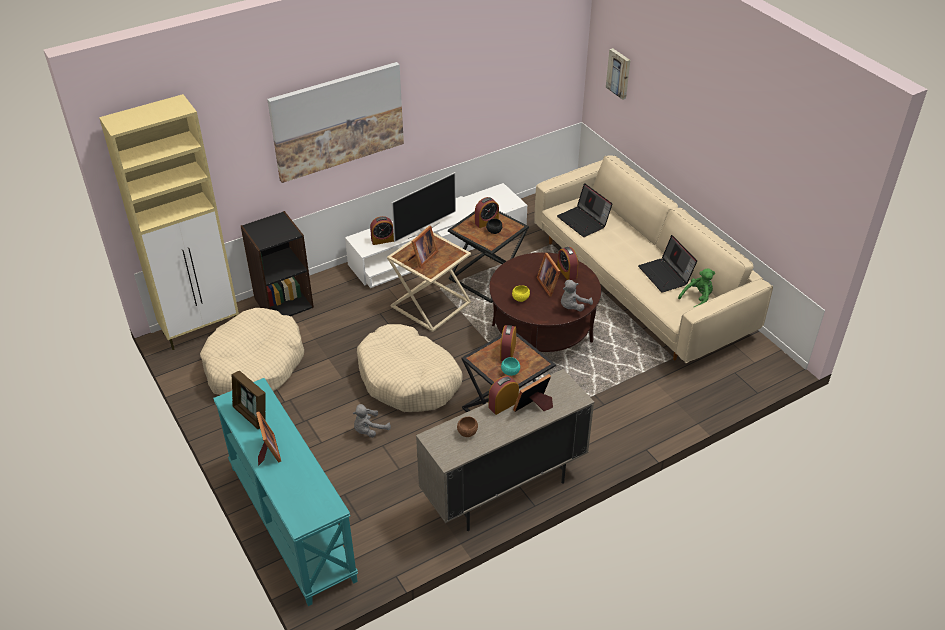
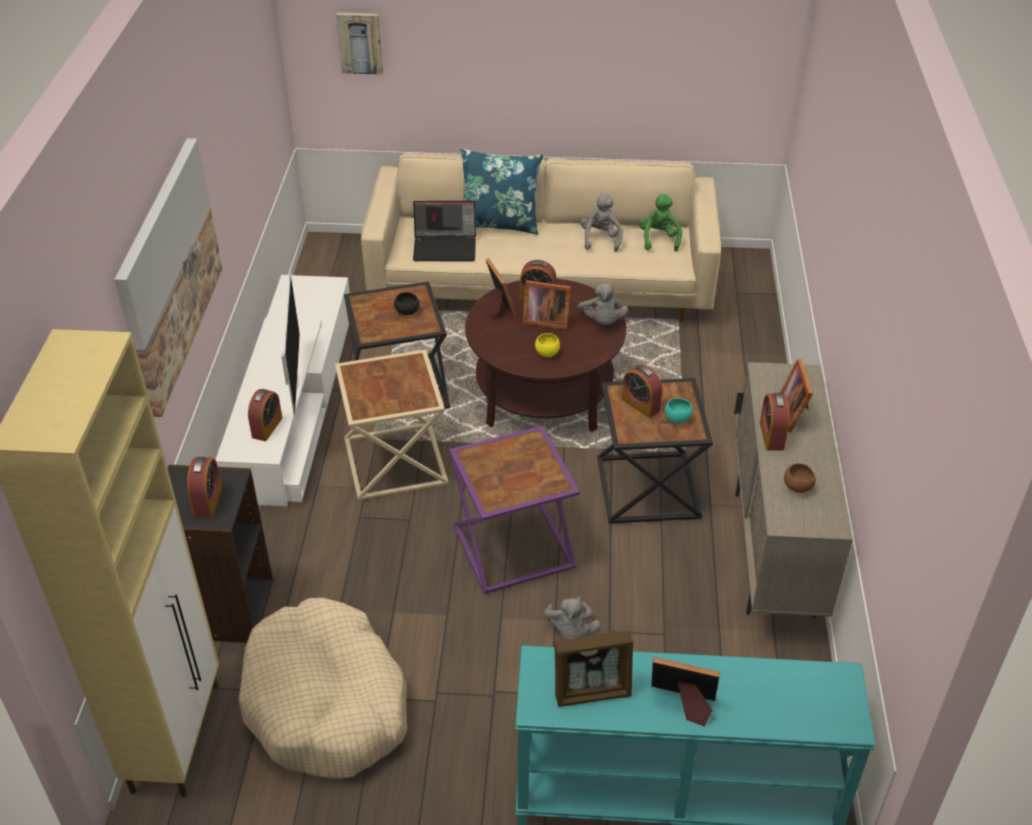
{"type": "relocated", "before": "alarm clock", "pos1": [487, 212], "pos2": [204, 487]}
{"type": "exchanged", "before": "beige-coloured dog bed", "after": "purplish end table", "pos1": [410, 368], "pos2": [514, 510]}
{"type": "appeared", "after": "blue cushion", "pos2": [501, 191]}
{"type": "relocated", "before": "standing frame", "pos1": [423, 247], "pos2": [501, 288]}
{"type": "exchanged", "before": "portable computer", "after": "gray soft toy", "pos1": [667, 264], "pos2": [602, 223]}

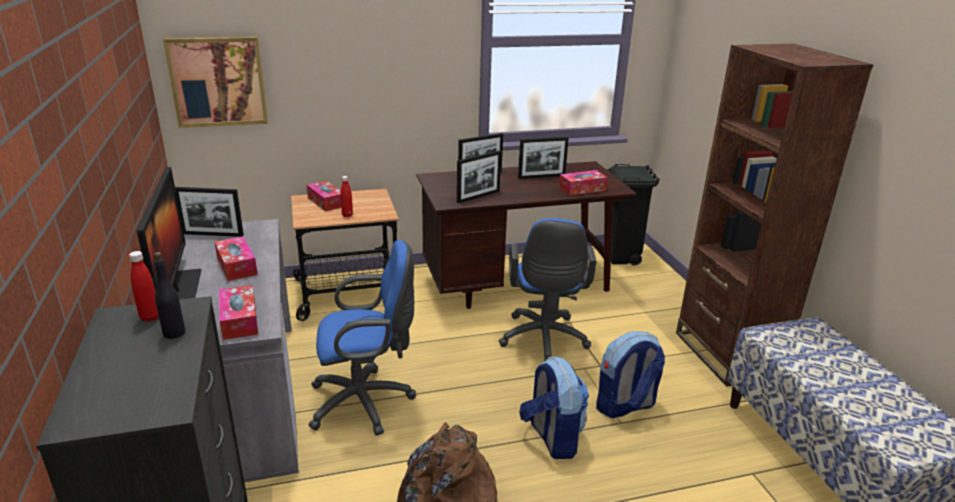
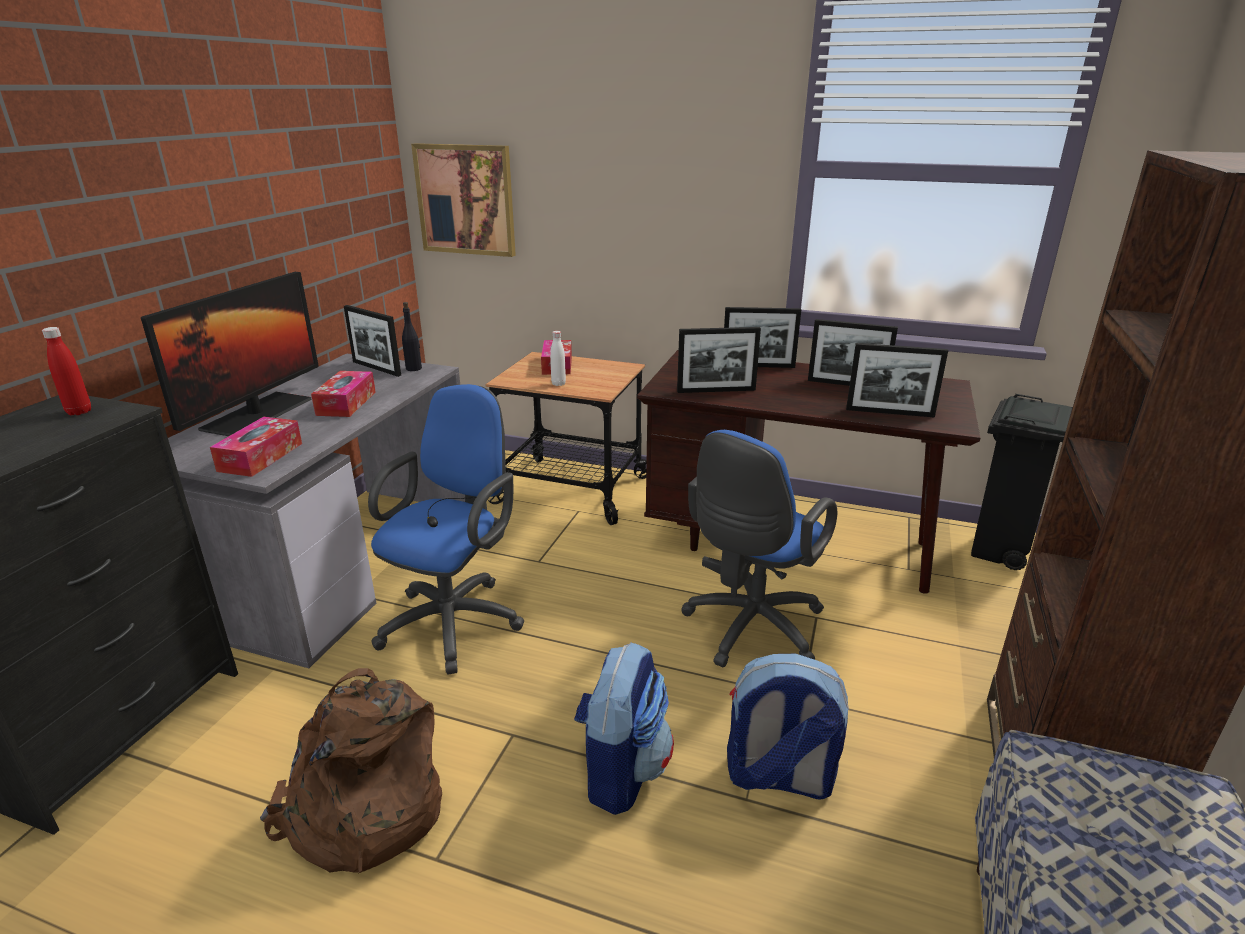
{"type": "spun", "before": "blue office chair", "pos1": [362, 338], "pos2": [446, 529], "turn": -90}
{"type": "relocated", "before": "black-coloured drink bottle", "pos1": [169, 295], "pos2": [412, 336]}
{"type": "colour", "before": "red-coloured drink bottle", "after": "white-coloured drink bottle", "pos1": [347, 196], "pos2": [558, 358]}
{"type": "exchanged", "before": "tissue holder", "after": "standing frame", "pos1": [583, 183], "pos2": [897, 380]}

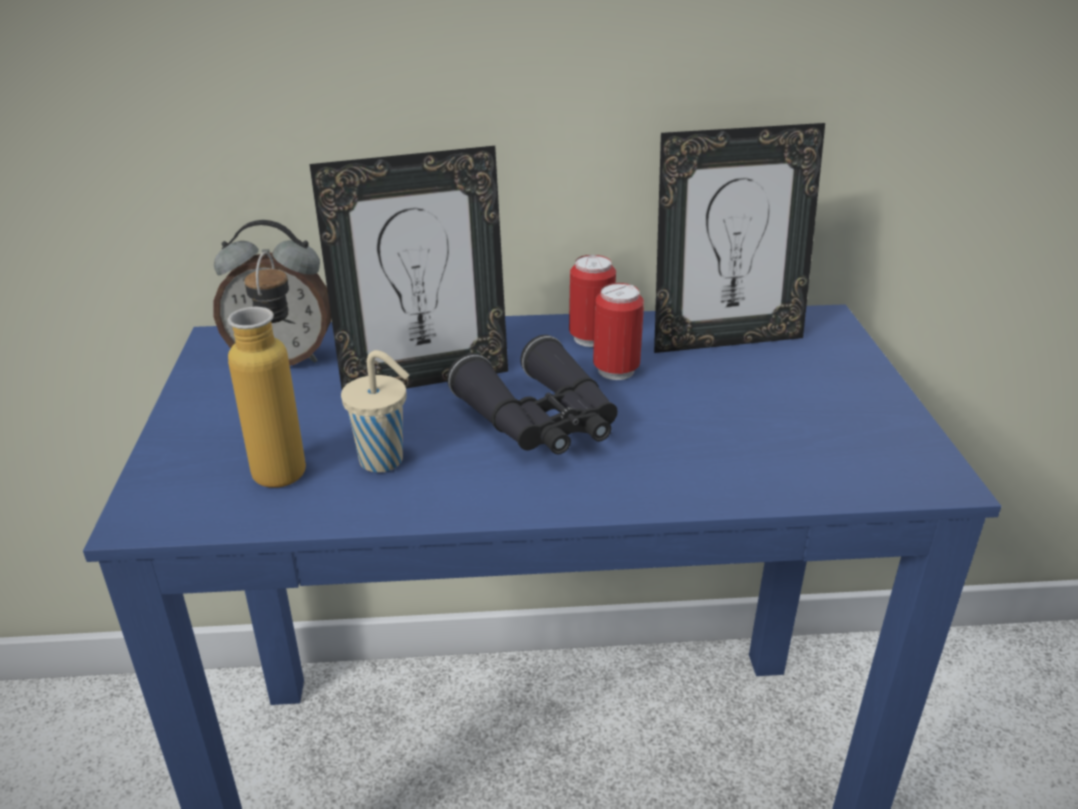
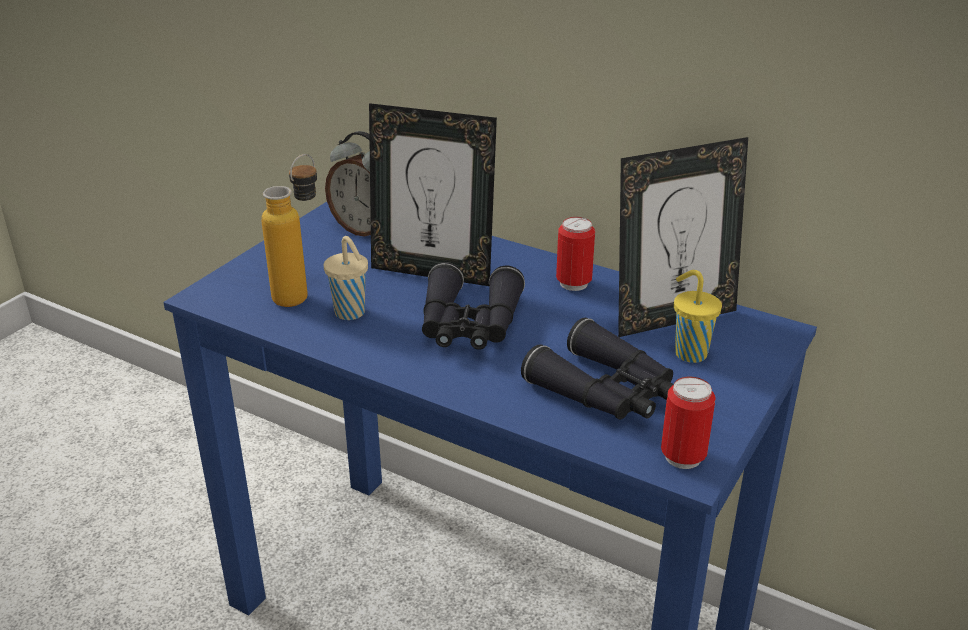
{"type": "appeared", "after": "black-coloured binoculars", "pos2": [597, 369]}
{"type": "spun", "before": "standing frame", "pos1": [739, 238], "pos2": [683, 237], "turn": -45}
{"type": "relocated", "before": "metal can", "pos1": [618, 331], "pos2": [688, 423]}
{"type": "appeared", "after": "yellowish cup", "pos2": [698, 316]}

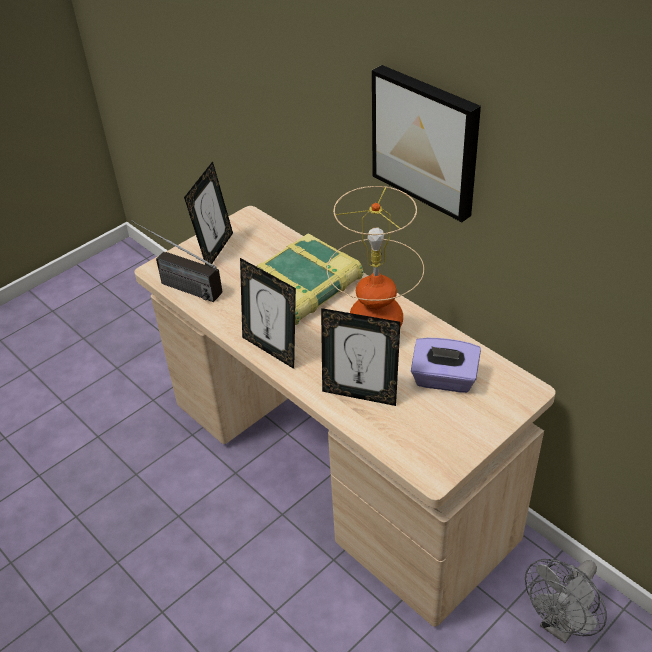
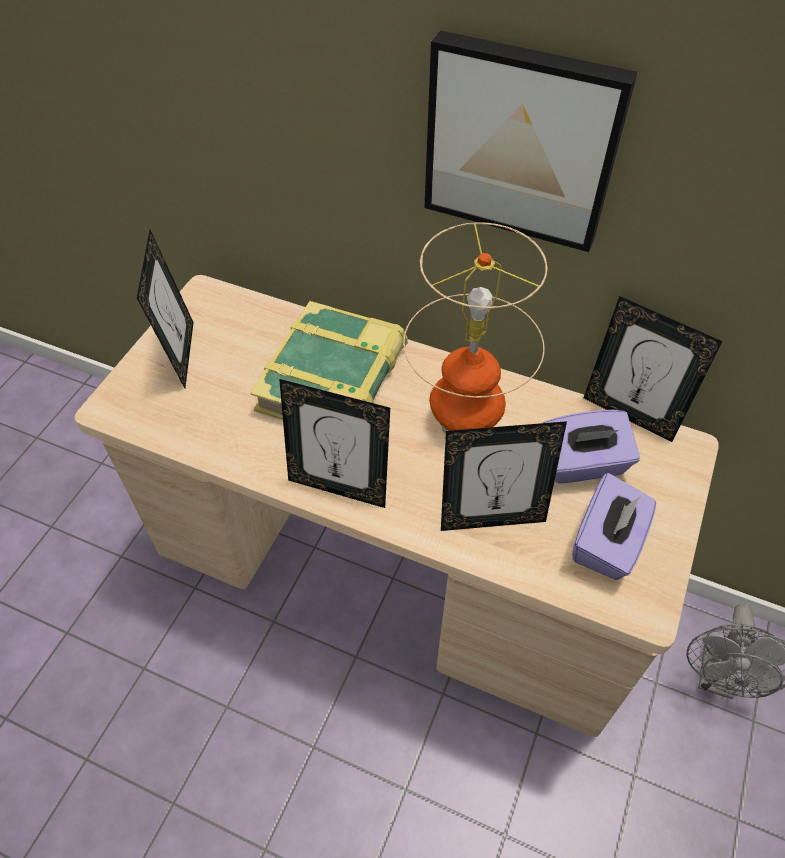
{"type": "appeared", "after": "purplish tissue holder", "pos2": [614, 526]}
{"type": "appeared", "after": "standing frame", "pos2": [653, 369]}
{"type": "missing", "before": "radio set", "pos1": [176, 261]}

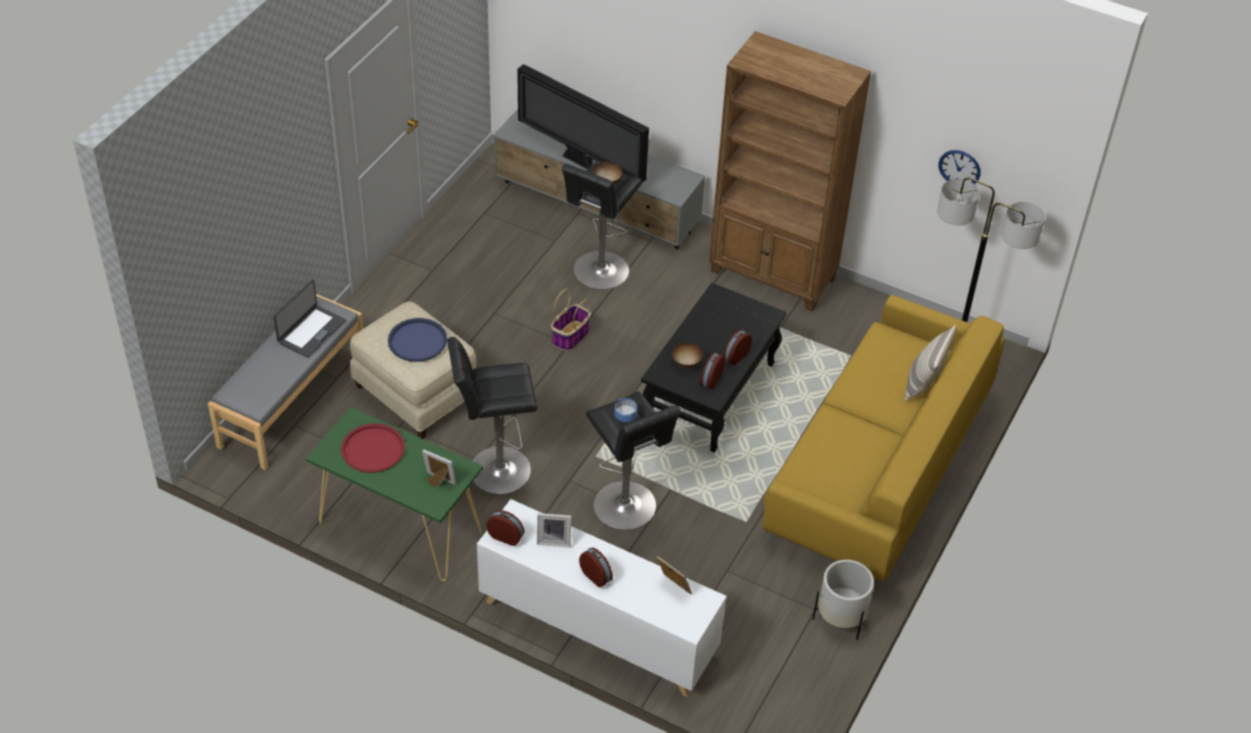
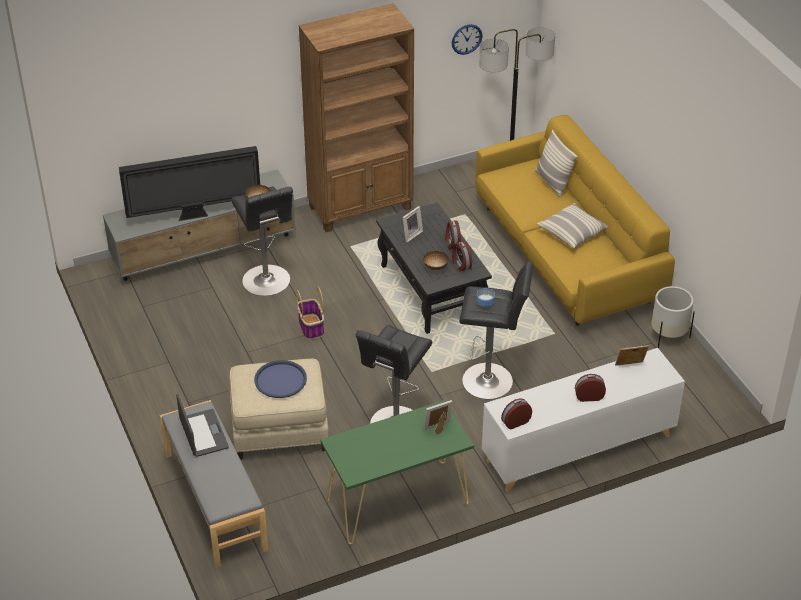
{"type": "relocated", "before": "standing frame", "pos1": [554, 530], "pos2": [413, 224]}
{"type": "appeared", "after": "cushion", "pos2": [572, 226]}
{"type": "missing", "before": "red-coloured tray", "pos1": [373, 448]}

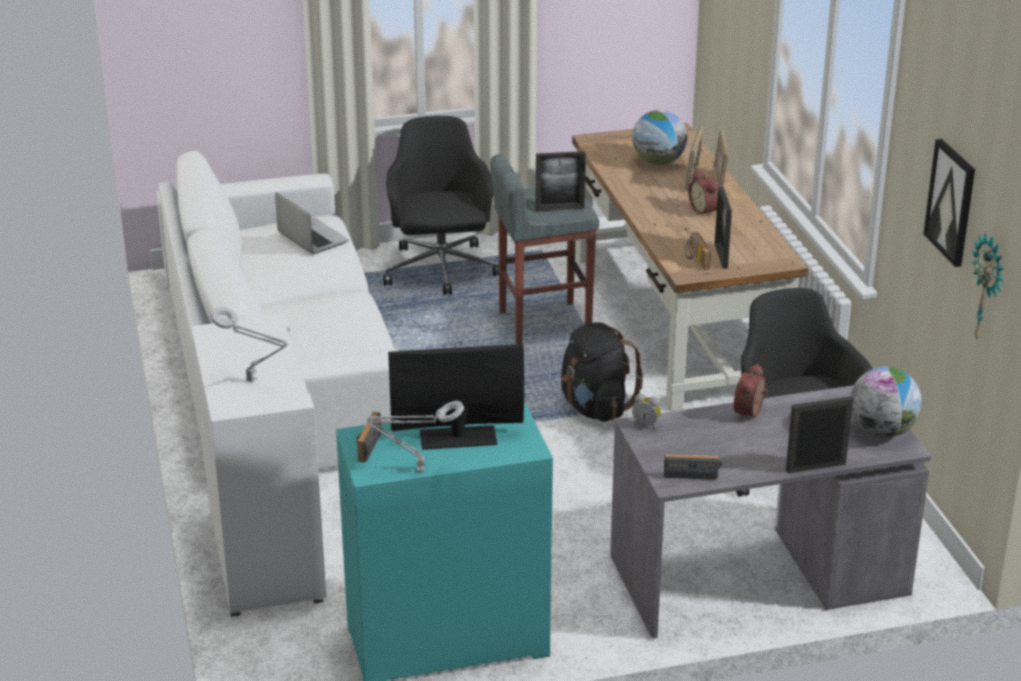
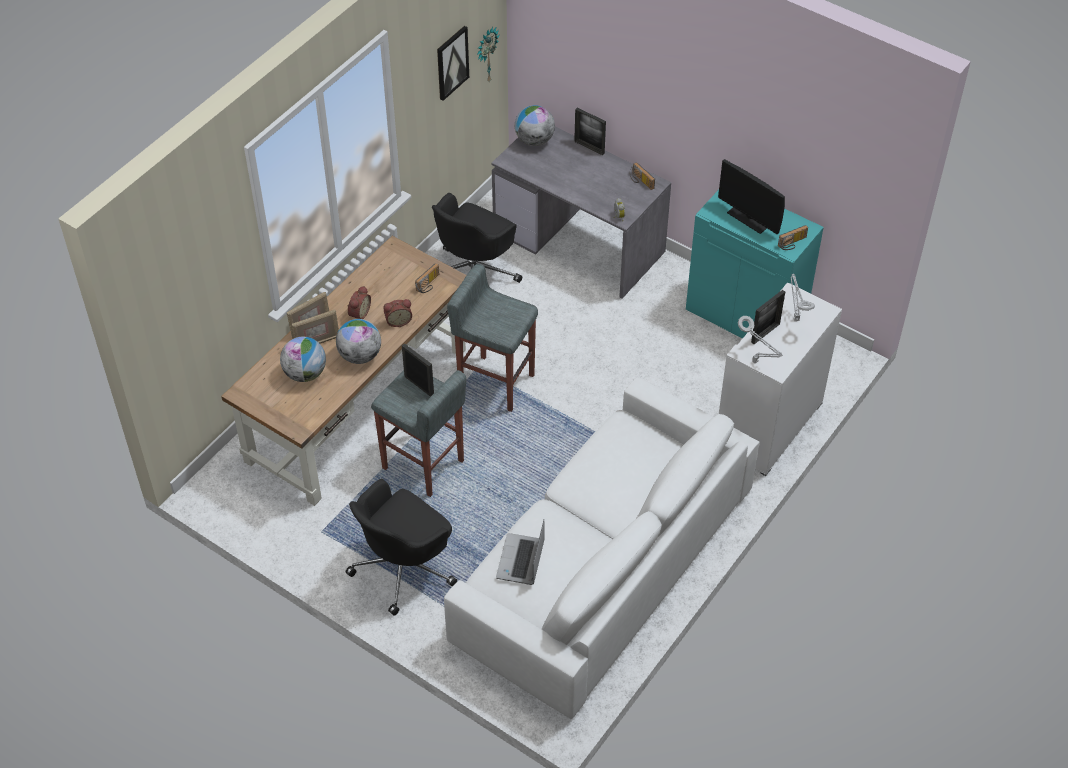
{"type": "appeared", "after": "world globe", "pos2": [358, 341]}
{"type": "relocated", "before": "alarm clock", "pos1": [751, 392], "pos2": [397, 313]}
{"type": "exchanged", "before": "black-coloured knapsack", "after": "gray stool seat", "pos1": [602, 372], "pos2": [492, 338]}
{"type": "relocated", "before": "gray tabletop lamp", "pos1": [415, 436], "pos2": [760, 339]}
{"type": "relocated", "before": "standing frame", "pos1": [723, 228], "pos2": [768, 317]}

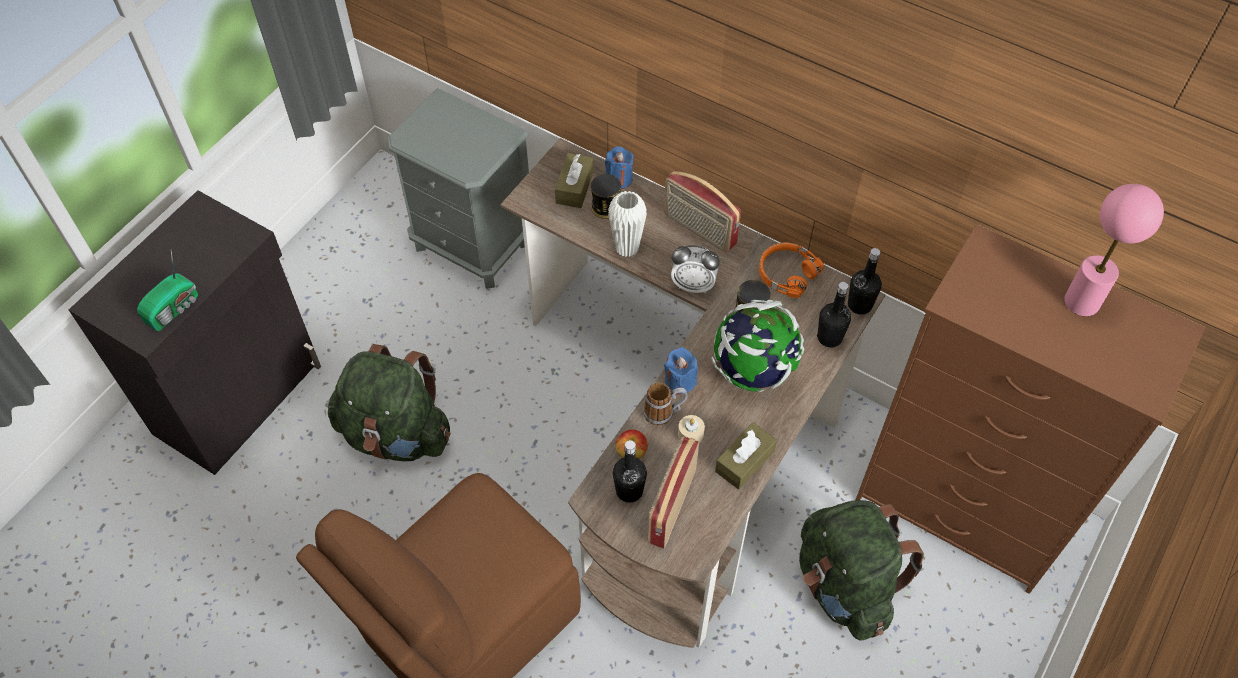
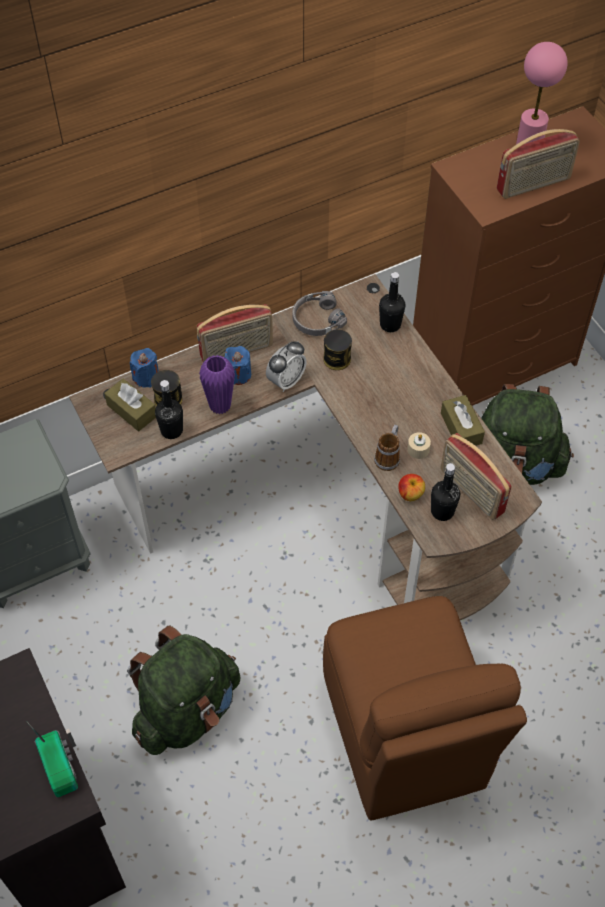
{"type": "relocated", "before": "black-coloured drink bottle", "pos1": [865, 281], "pos2": [169, 409]}
{"type": "colour", "before": "white-coloured vase", "after": "purplish vase", "pos1": [627, 224], "pos2": [217, 384]}
{"type": "relocated", "before": "blue wax candle", "pos1": [681, 371], "pos2": [238, 365]}
{"type": "colour", "before": "orange pair of headphones", "after": "gray pair of headphones", "pos1": [791, 270], "pos2": [319, 313]}
{"type": "appeared", "after": "radio set", "pos2": [538, 164]}
{"type": "missing", "before": "world globe", "pos1": [757, 346]}

